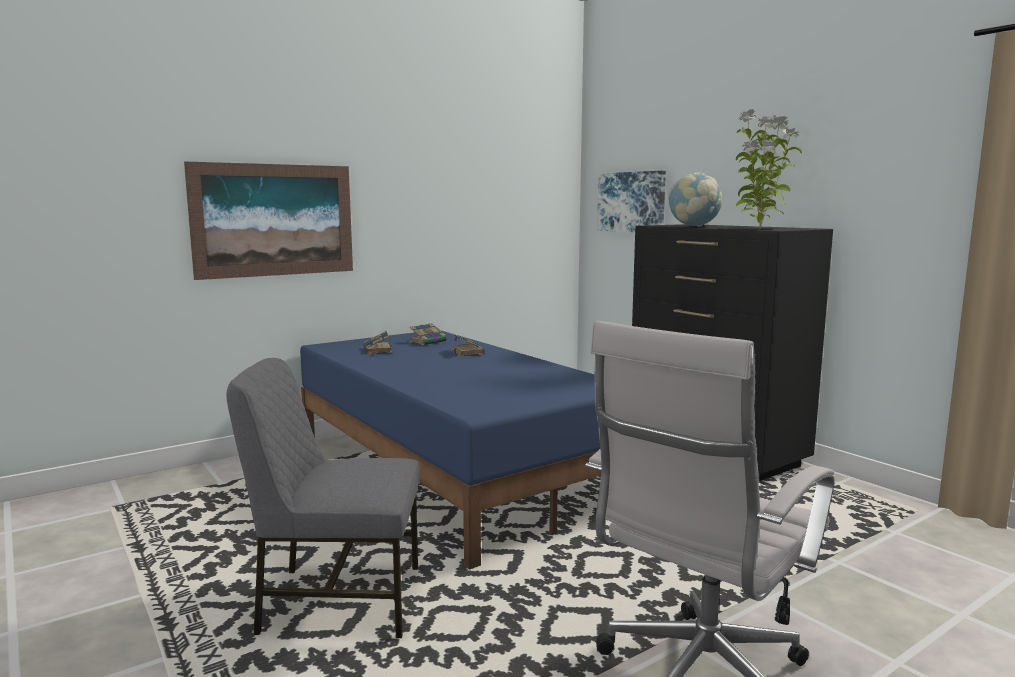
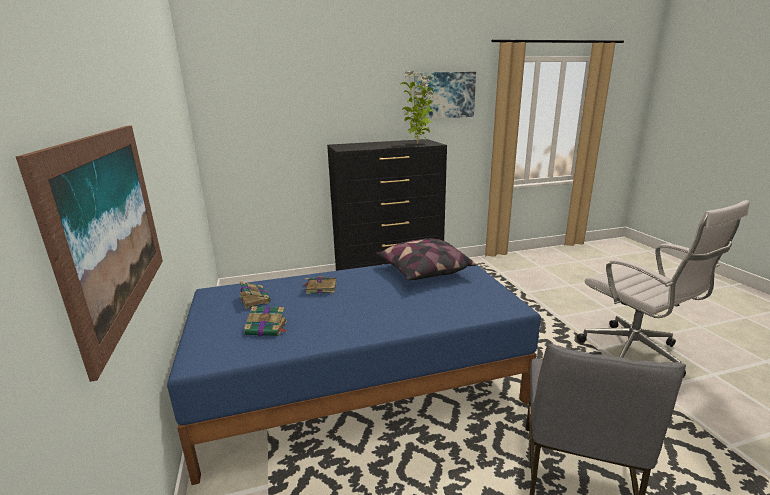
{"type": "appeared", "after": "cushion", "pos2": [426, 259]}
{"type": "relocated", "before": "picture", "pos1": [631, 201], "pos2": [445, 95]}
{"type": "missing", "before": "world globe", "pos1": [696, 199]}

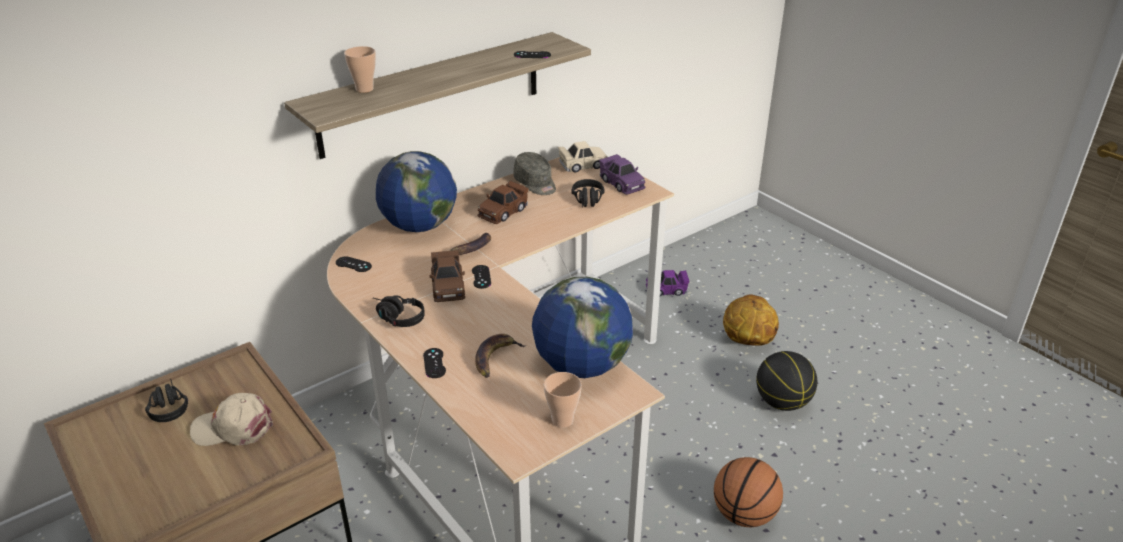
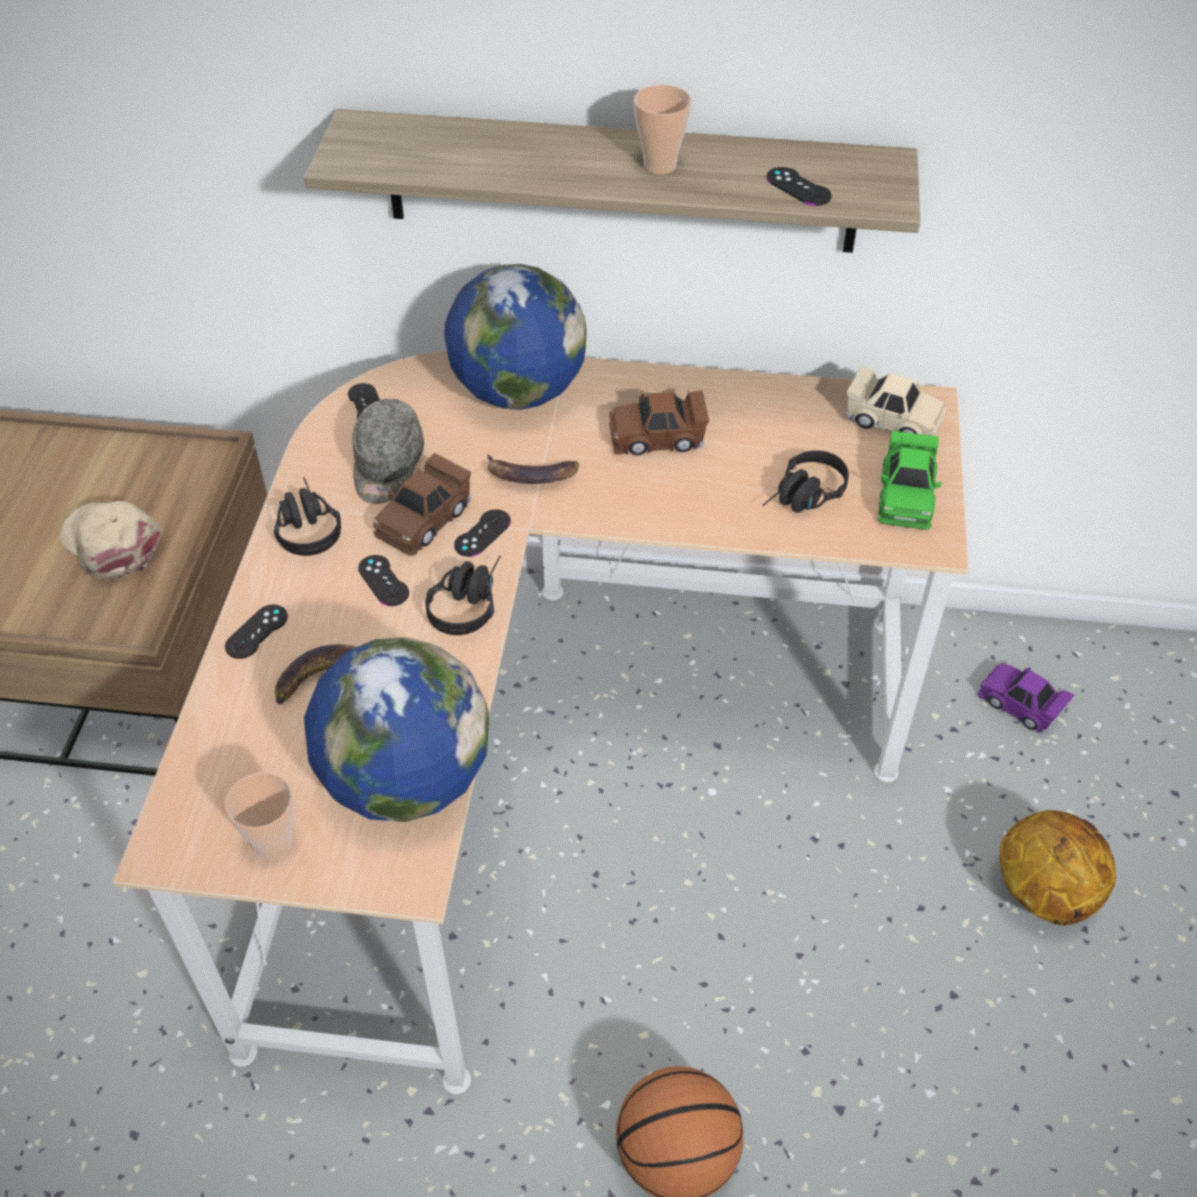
{"type": "relocated", "before": "gray peaked cap", "pos1": [534, 173], "pos2": [388, 451]}
{"type": "appeared", "after": "black-coloured game controller", "pos2": [383, 580]}
{"type": "relocated", "before": "black-coloured pair of headphones", "pos1": [166, 400], "pos2": [463, 595]}
{"type": "relocated", "before": "cup", "pos1": [360, 69], "pos2": [663, 130]}
{"type": "colour", "before": "purplish toy car", "after": "greenish toy car", "pos1": [622, 174], "pos2": [910, 480]}
{"type": "missing", "before": "basketball", "pos1": [786, 381]}

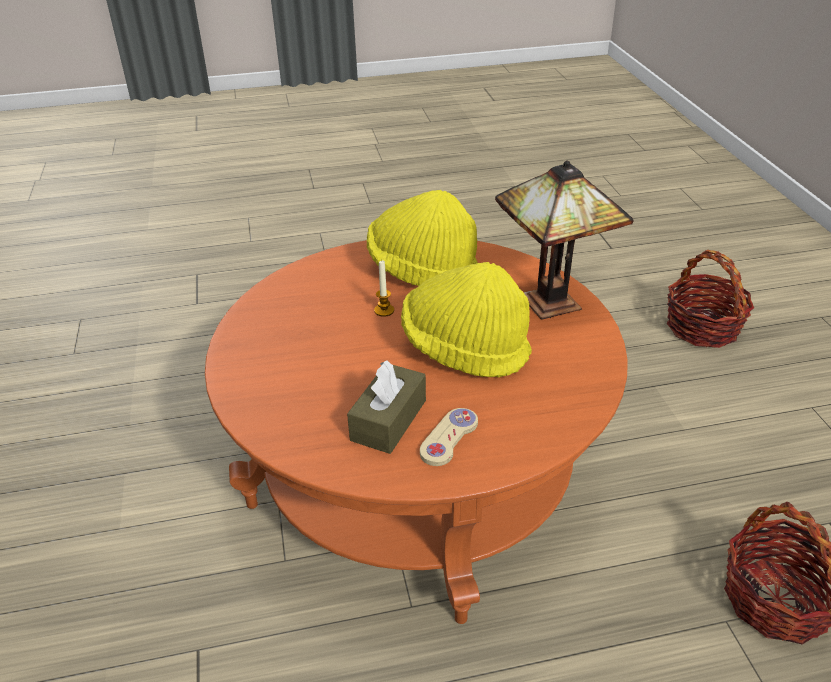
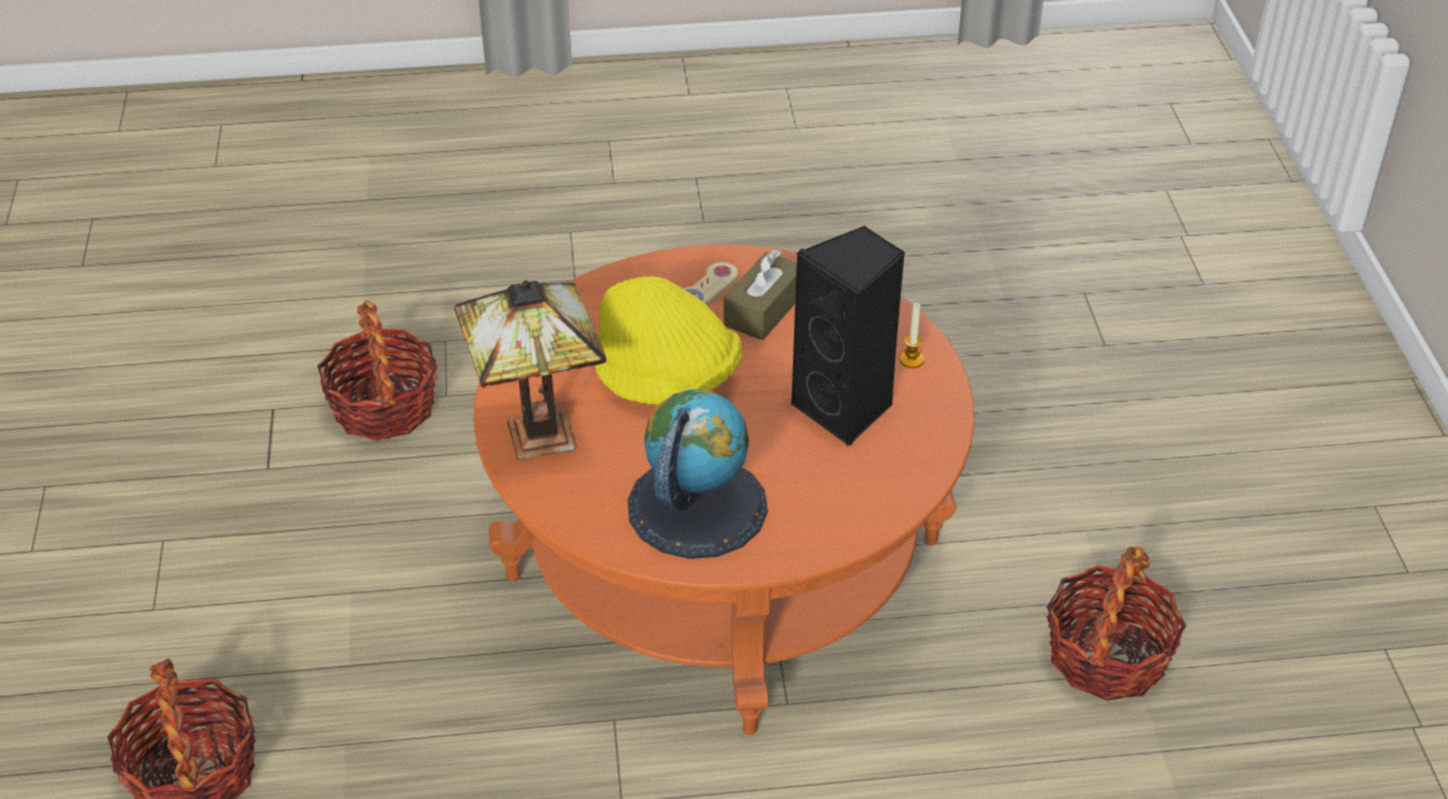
{"type": "exchanged", "before": "yellowish clothing hat", "after": "world globe", "pos1": [422, 238], "pos2": [698, 474]}
{"type": "appeared", "after": "black-coloured loudspeaker", "pos2": [848, 336]}
{"type": "relocated", "before": "wax candle", "pos1": [384, 288], "pos2": [911, 335]}
{"type": "appeared", "after": "storage basket", "pos2": [1116, 623]}

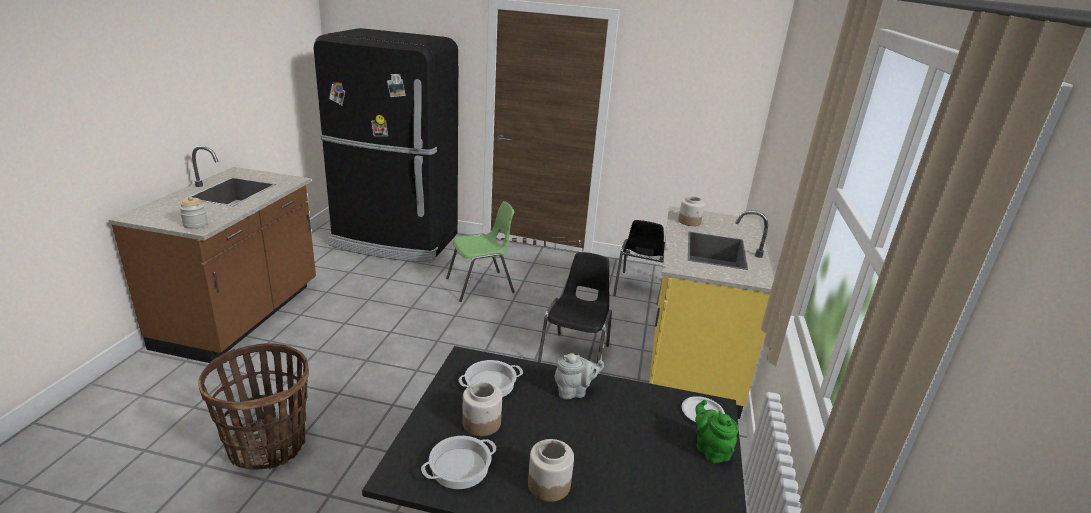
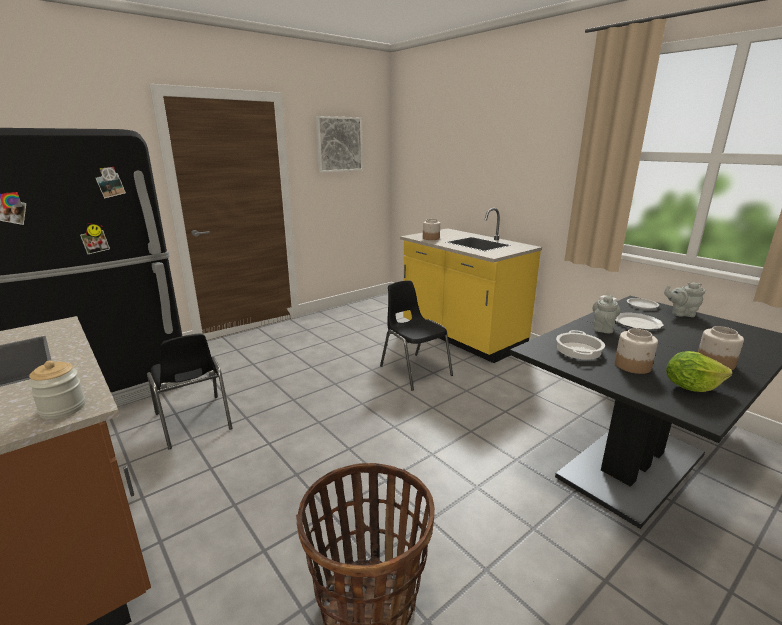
{"type": "relocated", "before": "black-coloured upright chair", "pos1": [639, 263], "pos2": [190, 391]}
{"type": "appeared", "after": "picture", "pos2": [339, 144]}
{"type": "appeared", "after": "flat dish", "pos2": [639, 321]}
{"type": "colour", "before": "greenish teapot", "after": "gray teapot", "pos1": [717, 431], "pos2": [684, 299]}
{"type": "exchanged", "before": "stockpot", "after": "lettuce", "pos1": [458, 462], "pos2": [699, 371]}
{"type": "missing", "before": "greenish upright chair", "pos1": [480, 251]}

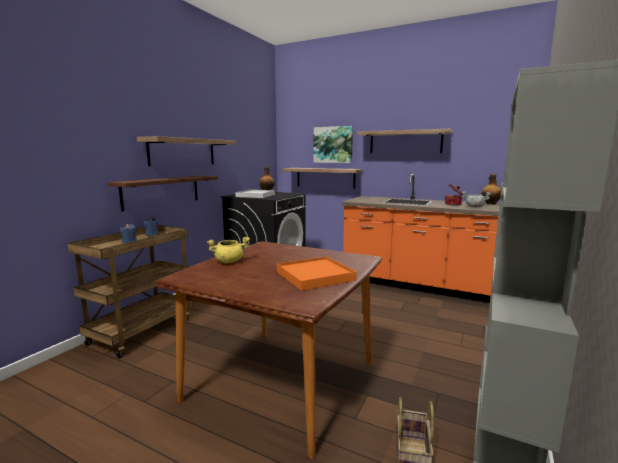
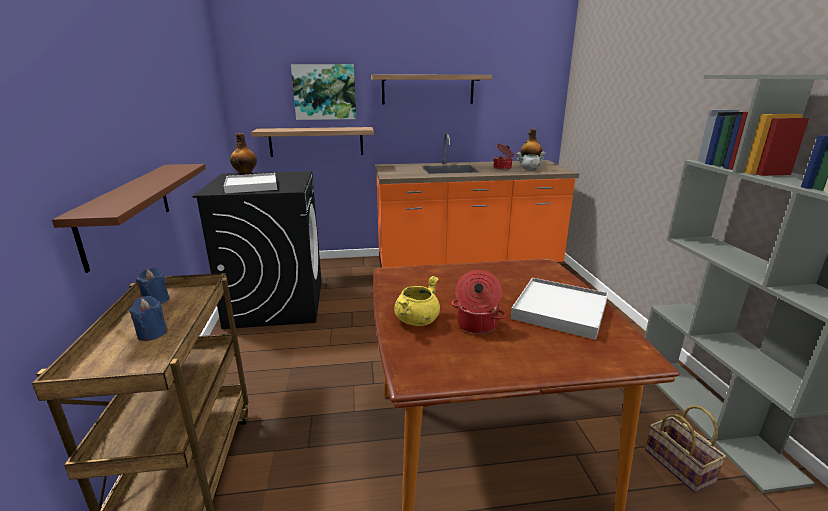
{"type": "appeared", "after": "stockpot", "pos2": [478, 302]}
{"type": "colour", "before": "orange tray", "after": "white-coloured tray", "pos1": [316, 274], "pos2": [559, 309]}
{"type": "missing", "before": "bracket shelf", "pos1": [186, 151]}

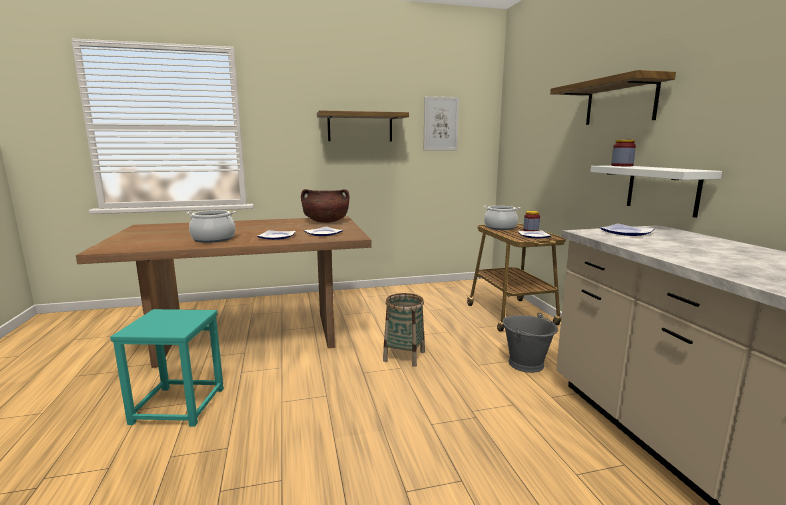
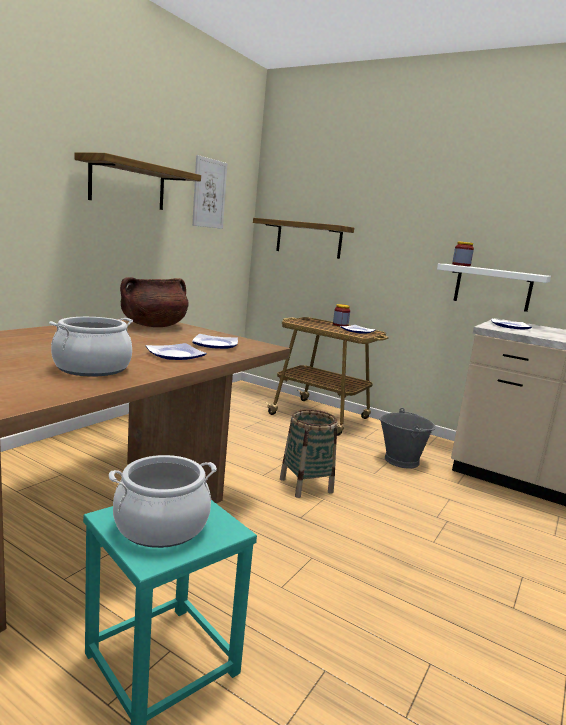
{"type": "relocated", "before": "stockpot", "pos1": [501, 218], "pos2": [163, 501]}
{"type": "relocated", "before": "bracket shelf", "pos1": [613, 97], "pos2": [303, 238]}

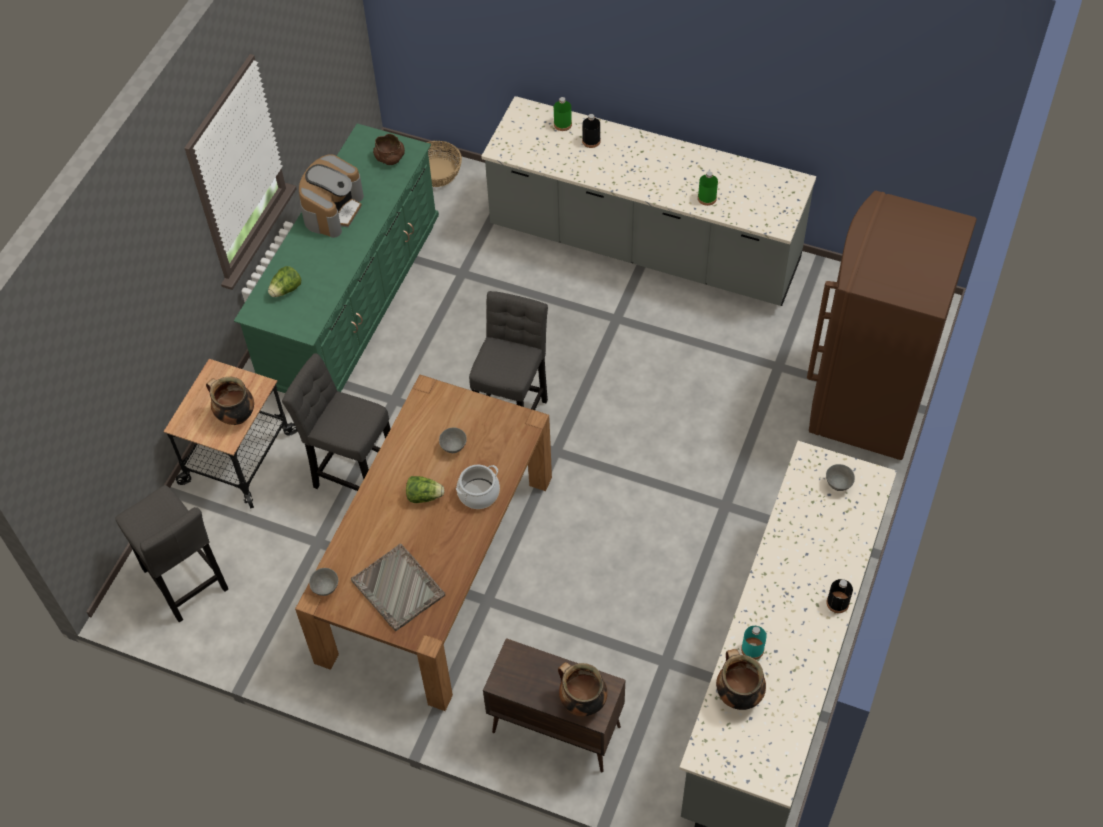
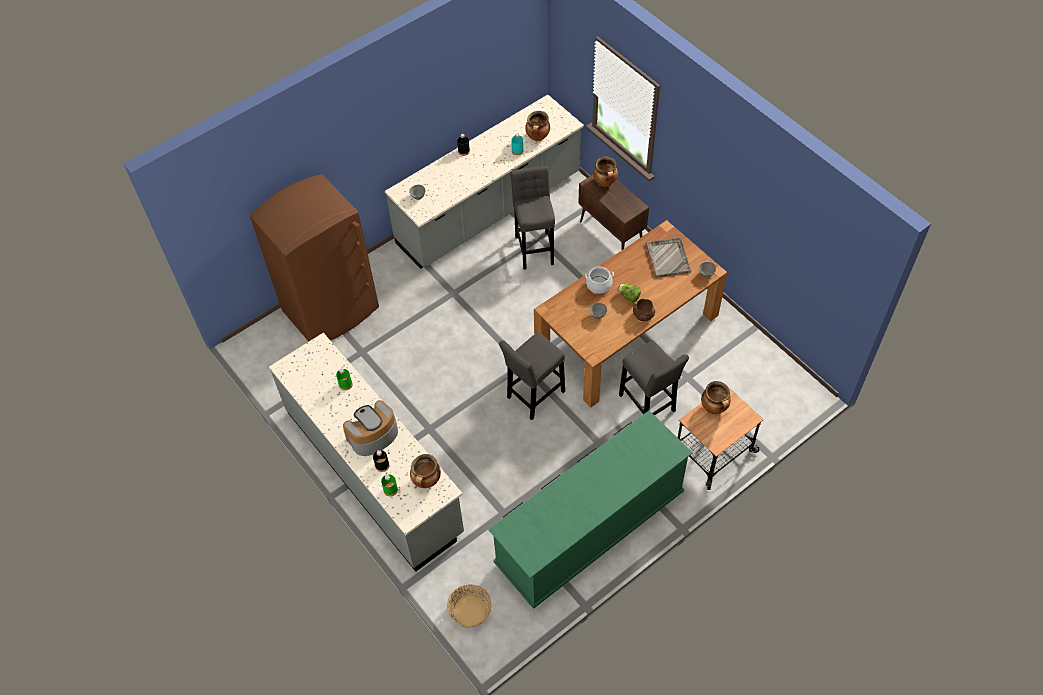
{"type": "relocated", "before": "coffee brewer", "pos1": [331, 196], "pos2": [370, 428]}
{"type": "appeared", "after": "stockpot", "pos2": [425, 471]}
{"type": "relocated", "before": "gray stool seat", "pos1": [171, 554], "pos2": [532, 217]}
{"type": "relocated", "before": "brownish serving bowl", "pos1": [389, 149], "pos2": [644, 310]}
{"type": "missing", "before": "lettuce", "pos1": [284, 281]}

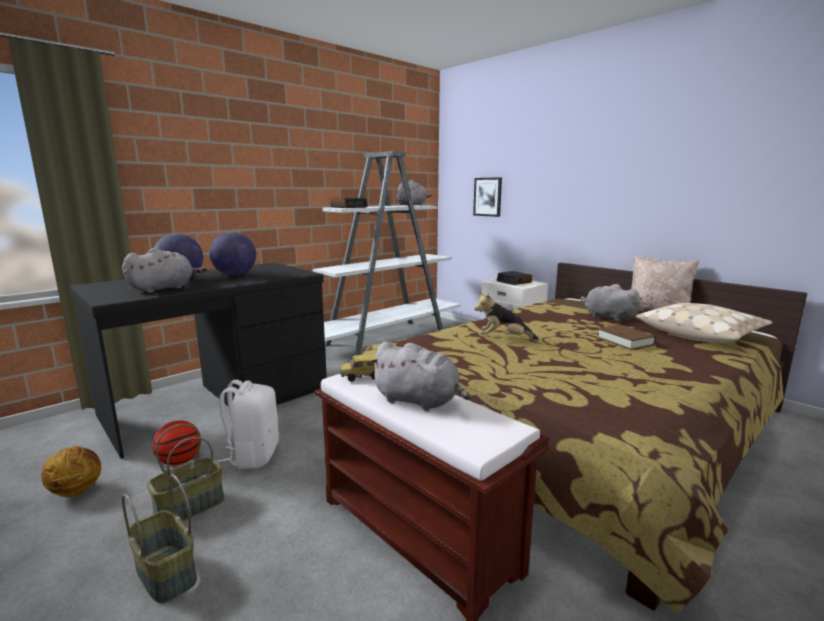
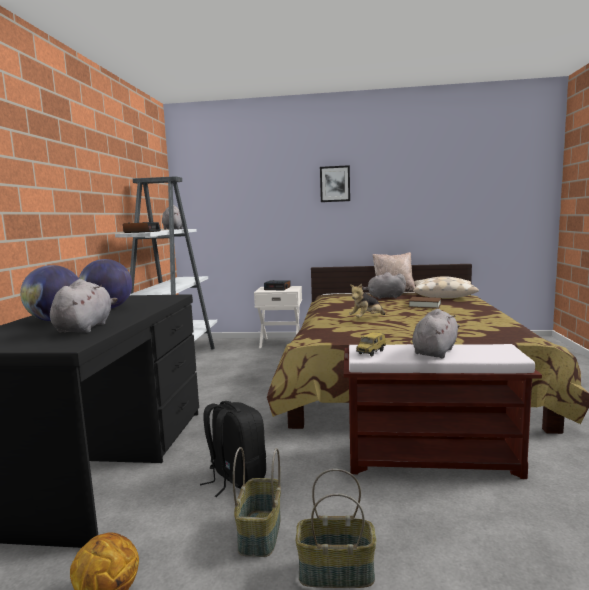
{"type": "colour", "before": "white-coloured knapsack", "after": "black-coloured knapsack", "pos1": [248, 424], "pos2": [233, 449]}
{"type": "relocated", "before": "picture", "pos1": [487, 197], "pos2": [335, 183]}
{"type": "spun", "before": "gray soft toy", "pos1": [419, 376], "pos2": [436, 334], "turn": -45}
{"type": "missing", "before": "basketball", "pos1": [176, 443]}

